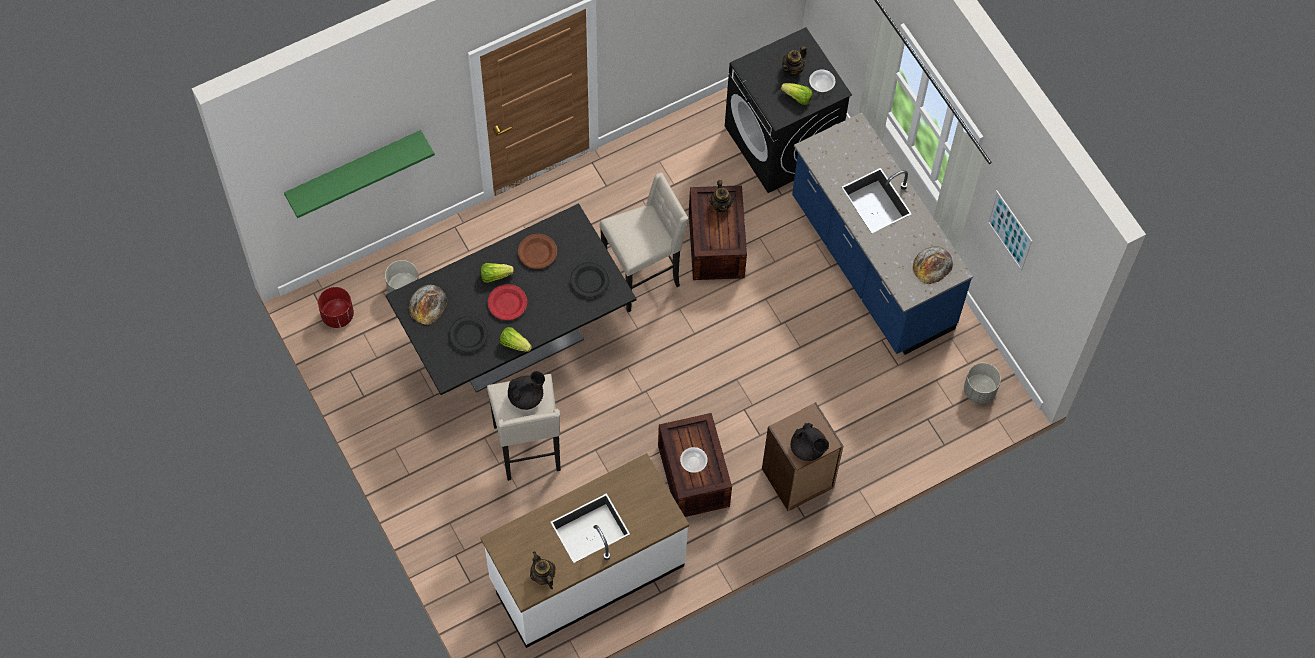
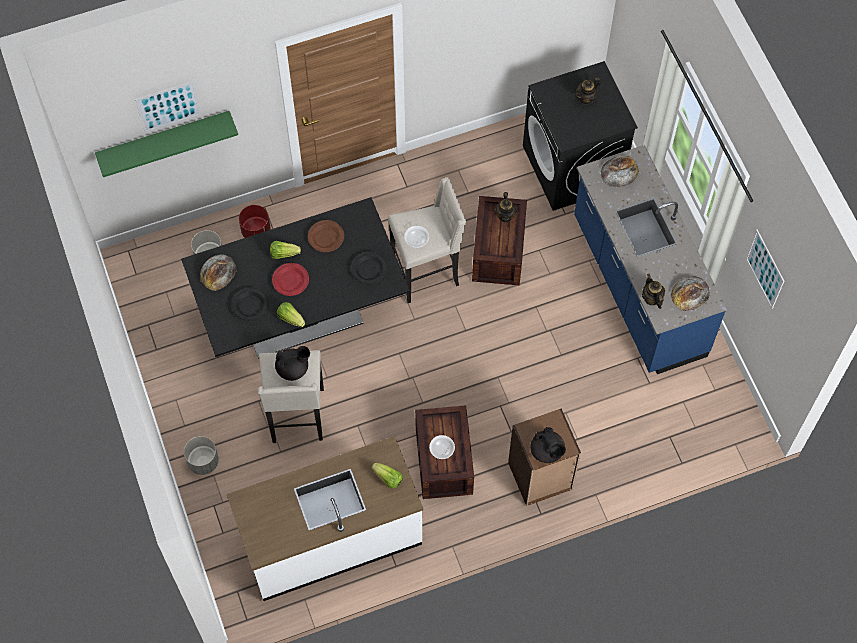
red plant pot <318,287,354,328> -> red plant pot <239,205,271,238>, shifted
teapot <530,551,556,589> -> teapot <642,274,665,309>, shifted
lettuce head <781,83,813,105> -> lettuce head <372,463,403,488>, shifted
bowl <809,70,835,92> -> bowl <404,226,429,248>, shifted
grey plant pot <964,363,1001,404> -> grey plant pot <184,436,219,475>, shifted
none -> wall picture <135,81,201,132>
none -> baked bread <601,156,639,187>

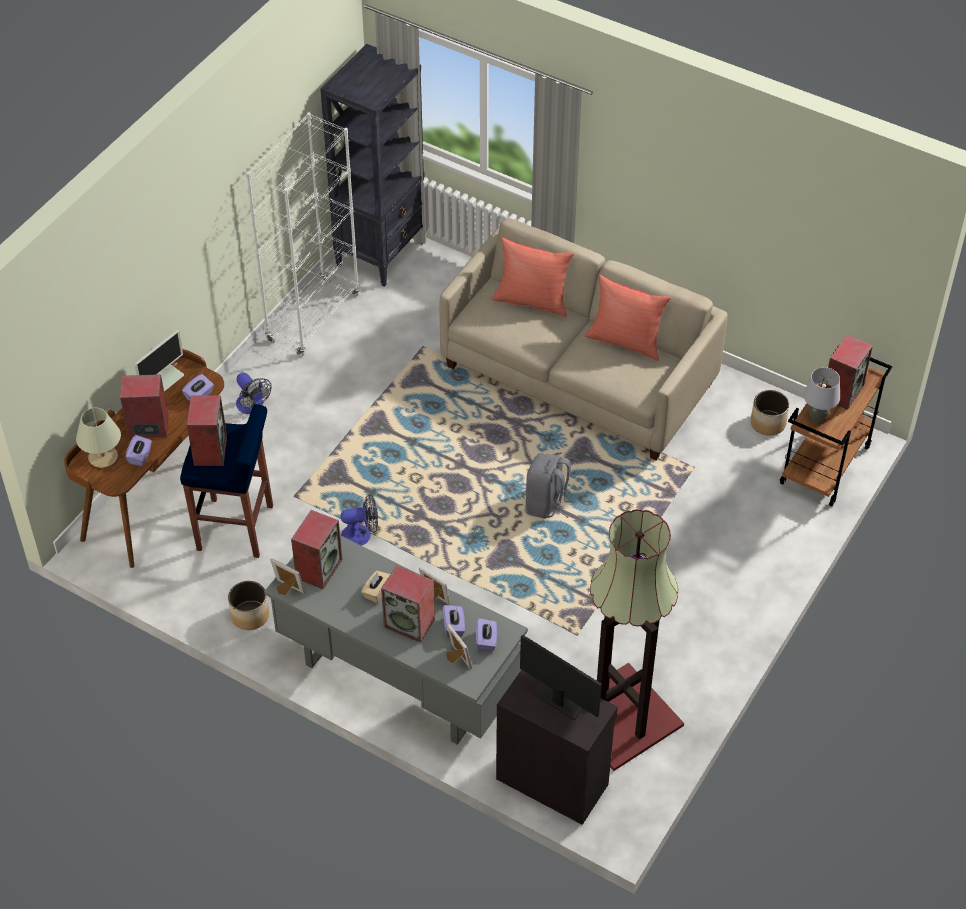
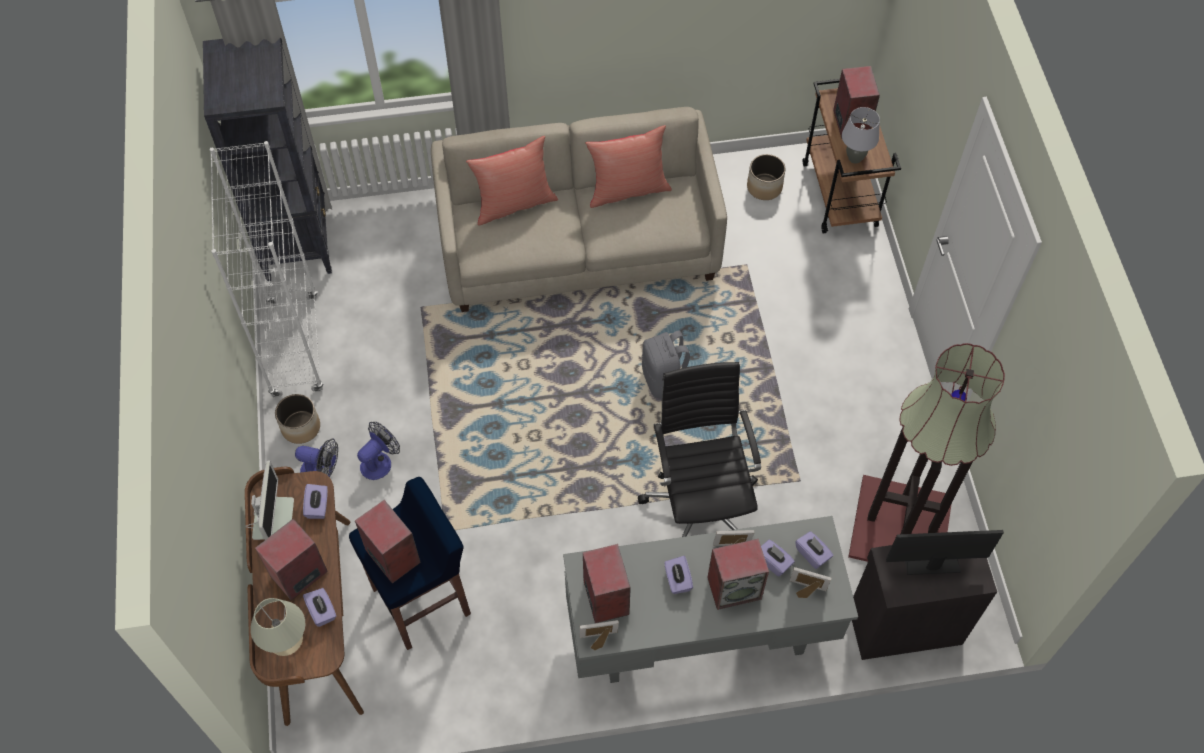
plant pot <228,581,269,630> -> plant pot <275,394,320,444>, shifted
electric fan <341,494,378,546> -> electric fan <357,422,400,480>, shifted
beige-coloured tissue box <361,571,390,603> -> purple-coloured tissue box <664,556,693,594>
none -> black-coloured office chair <638,362,761,537>

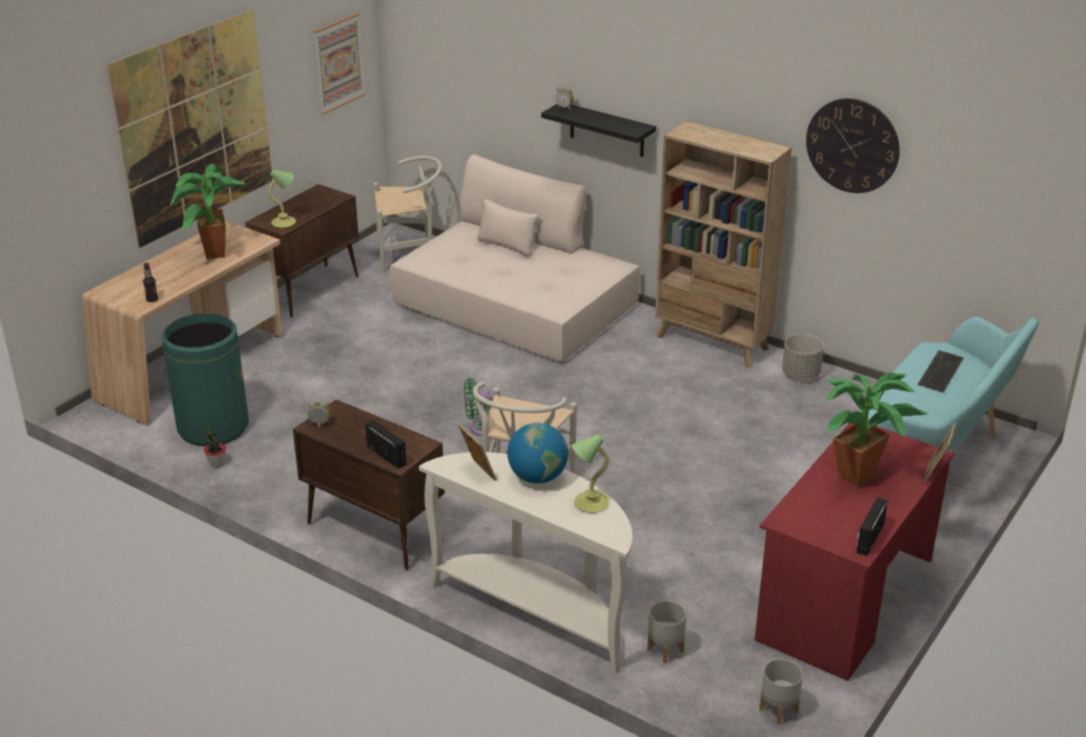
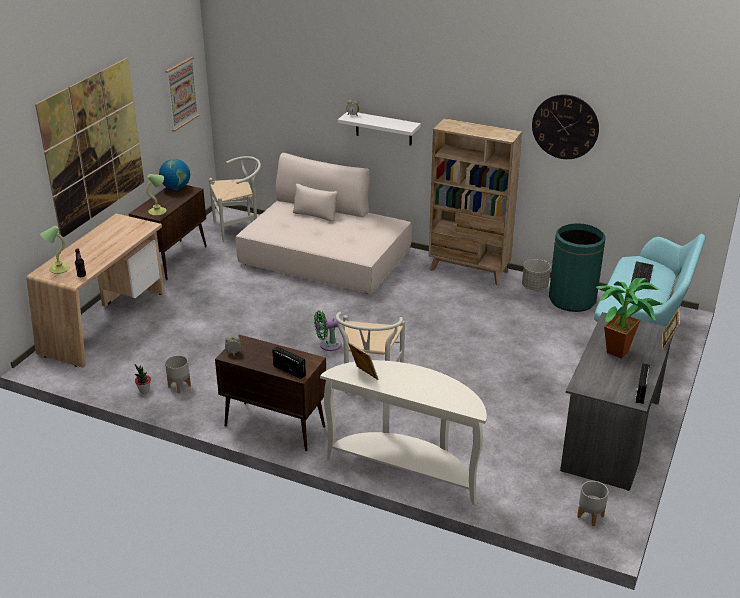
green-coloured waste bin <162,313,249,446> -> green-coloured waste bin <549,223,606,312>, shifted
potted plant <170,164,245,259> -> none
desk globe <507,423,568,484> -> desk globe <159,159,190,190>, shifted
black-coloured wall shelf <541,104,656,157> -> white wall shelf <338,112,421,145>
tabletop lamp <572,434,609,513> -> tabletop lamp <40,226,70,274>, shifted
grey plant pot <647,600,686,663> -> grey plant pot <165,355,191,393>, shifted
red desk unit <755,423,954,681> -> grey desk unit <560,312,673,491>

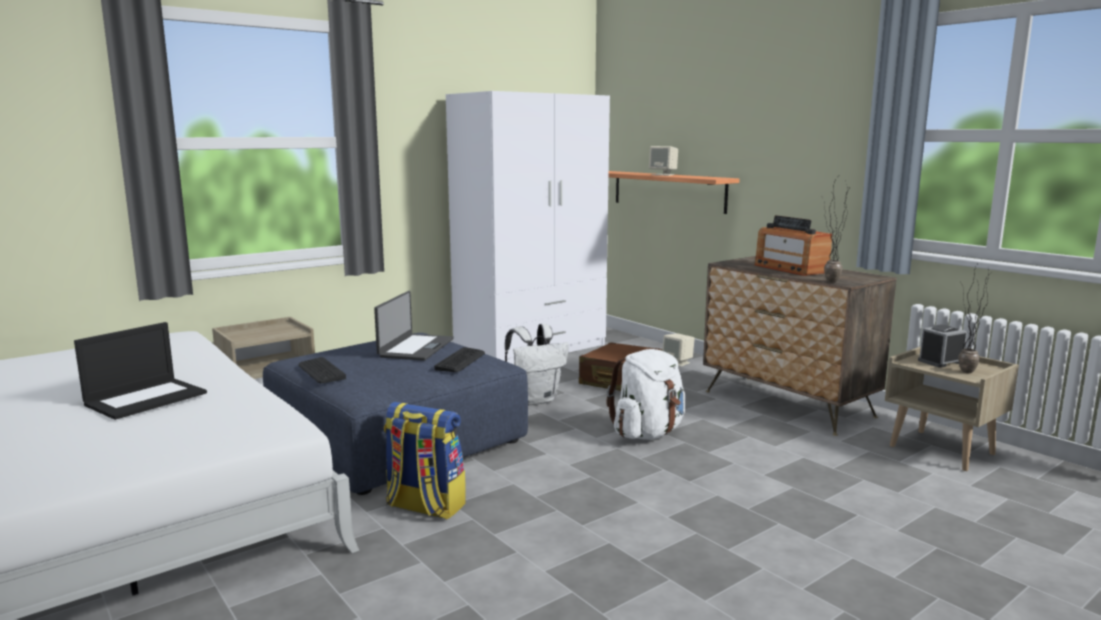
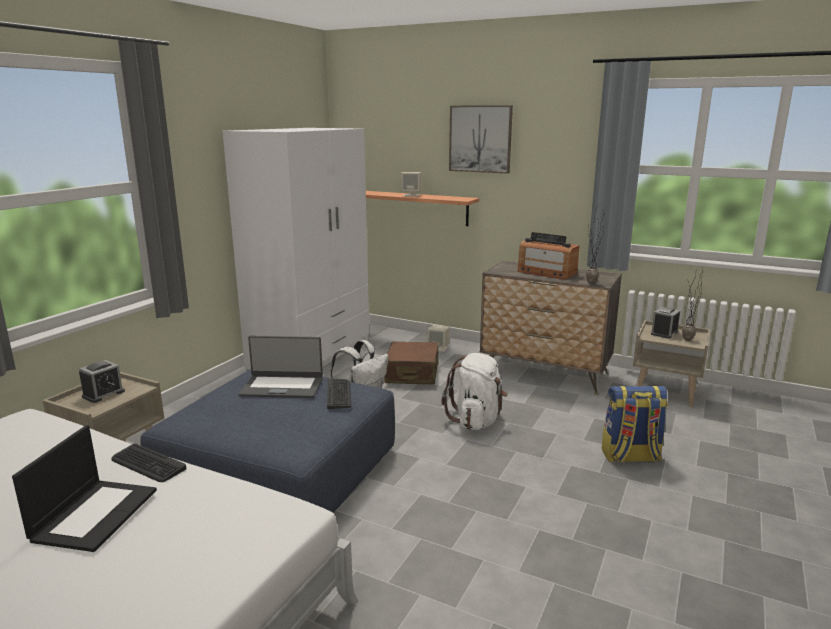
computer keyboard <298,357,346,383> -> computer keyboard <112,443,186,482>, shifted
portable computer <374,291,454,361> -> portable computer <239,336,323,398>, 105 degrees clockwise
knapsack <384,402,466,520> -> knapsack <602,386,668,462>, shifted
none -> bedside clock <79,360,125,403>
none -> wall picture <449,105,513,174>

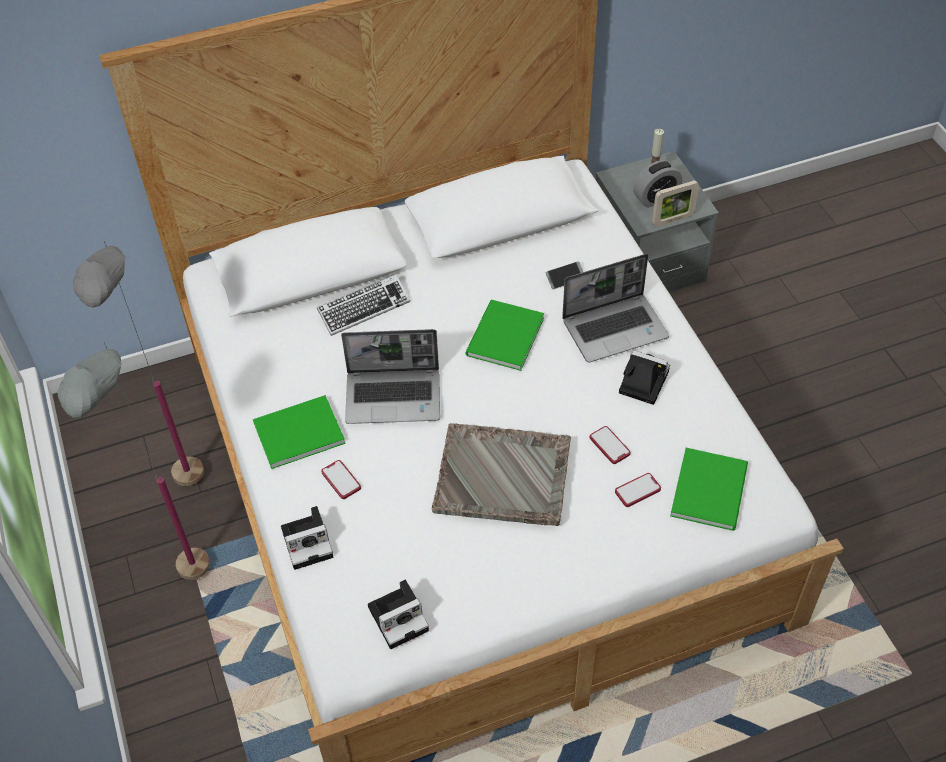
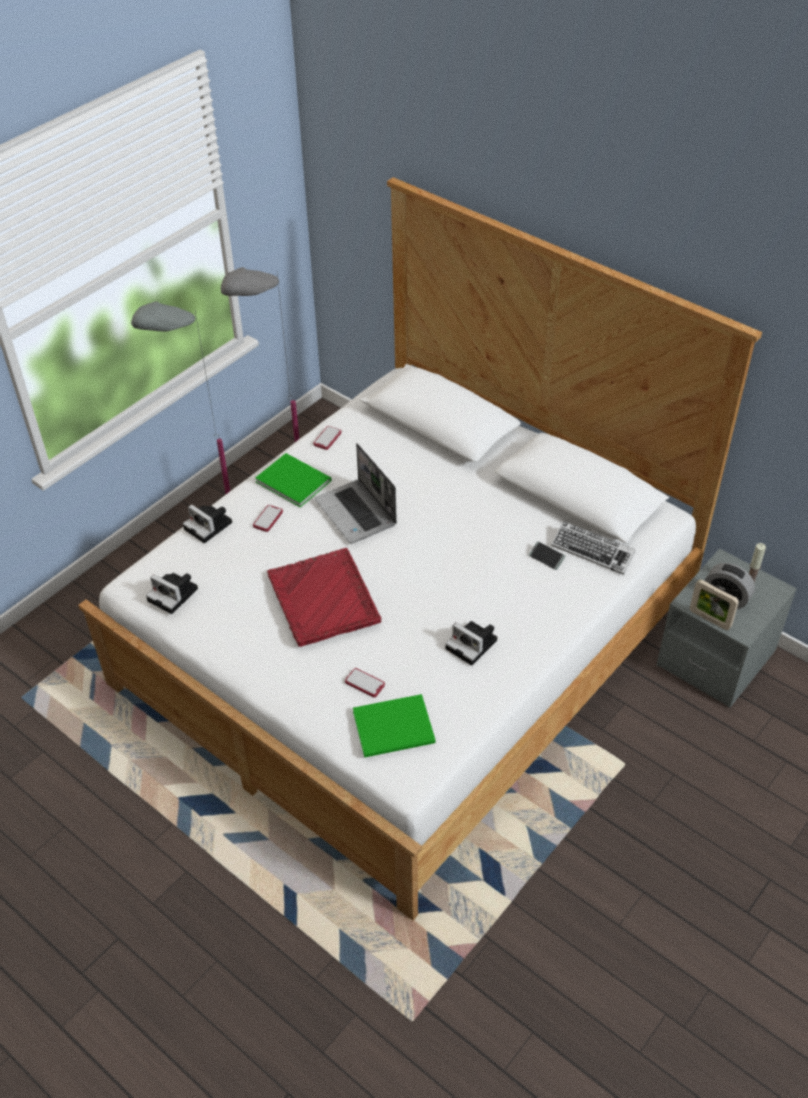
computer keyboard <317,274,410,336> -> computer keyboard <551,521,636,575>, shifted
grey carrying tray <432,423,571,526> -> red carrying tray <267,548,382,647>
green-coloured bound book <466,300,544,371> -> none
portable computer <562,254,669,362> -> none
phone <590,426,631,464> -> phone <314,426,341,450>, shifted
photo camera <619,350,670,405> -> photo camera <445,621,497,666>, 135 degrees clockwise

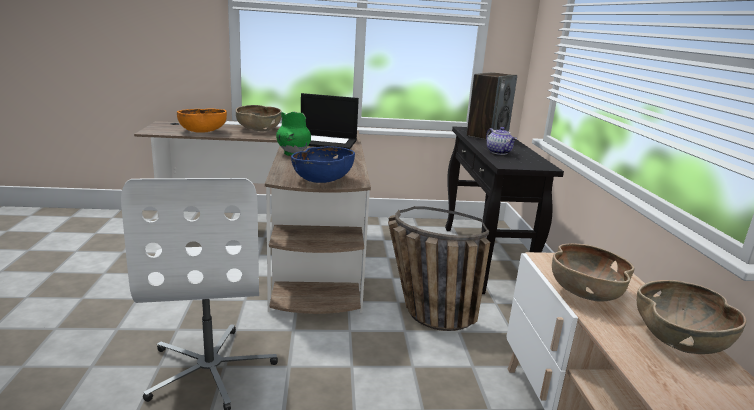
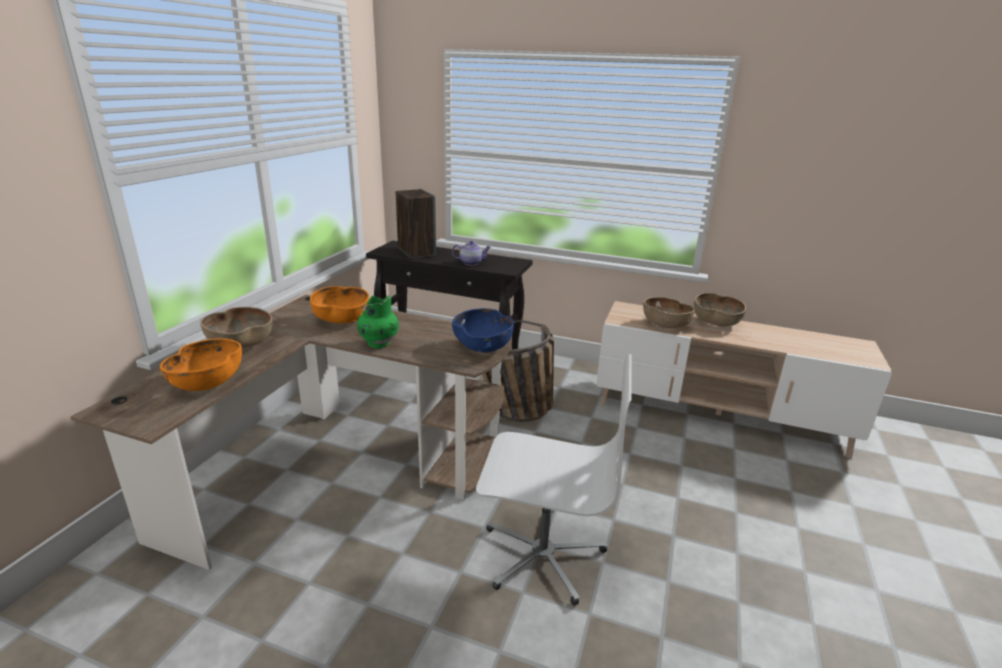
portable computer <301,93,359,149> -> orangey bowl <310,286,369,324>

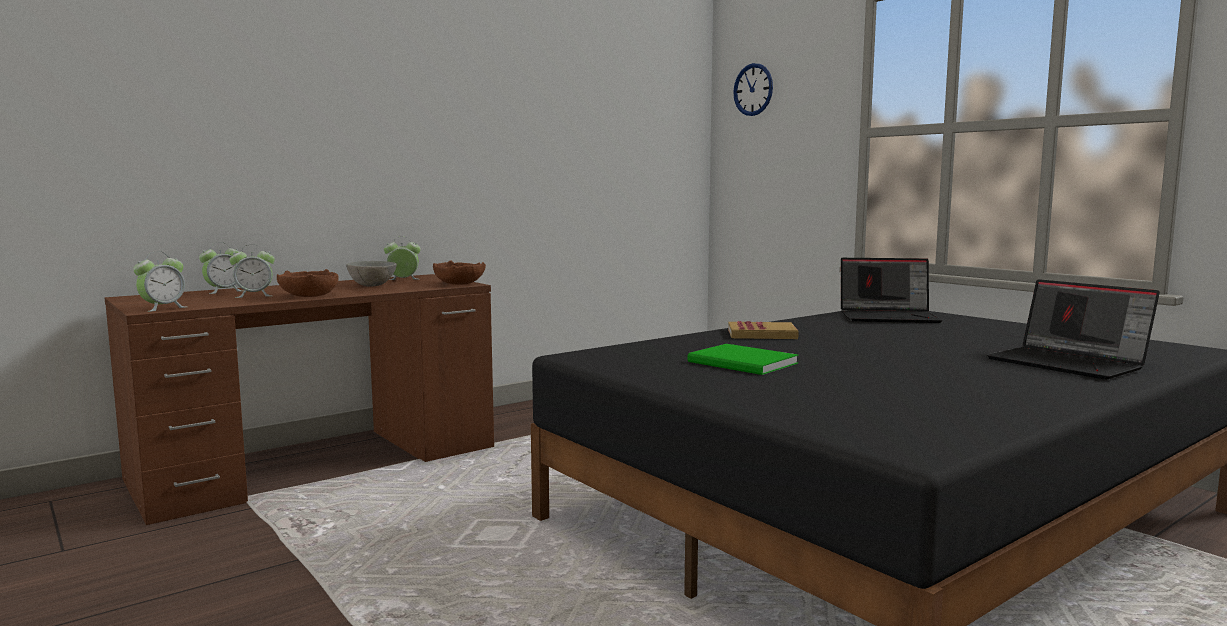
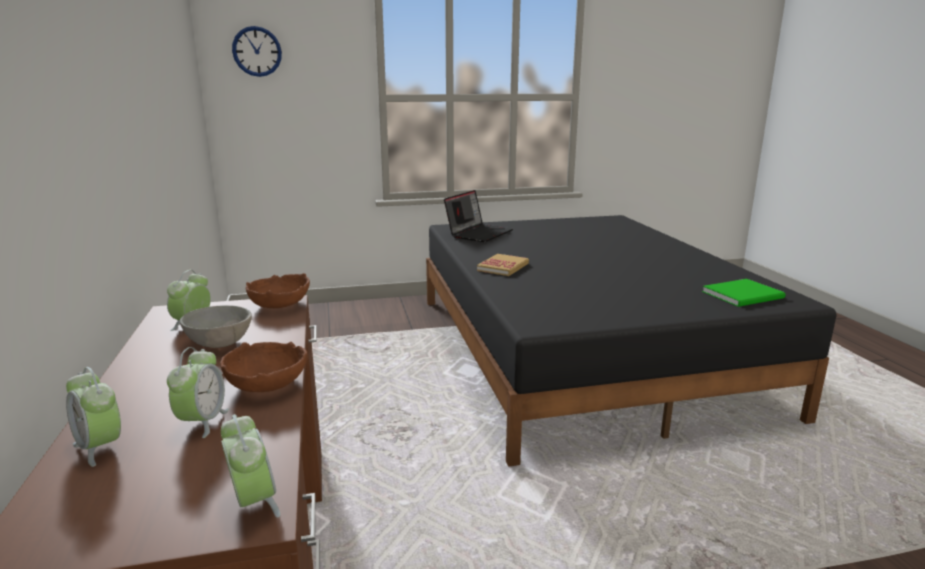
bedside clock <199,242,242,294> -> bedside clock <66,367,121,467>, 150 degrees clockwise
green-coloured bound book <687,344,798,375> -> green-coloured bound book <702,279,786,307>, shifted
portable computer <987,279,1160,379> -> none

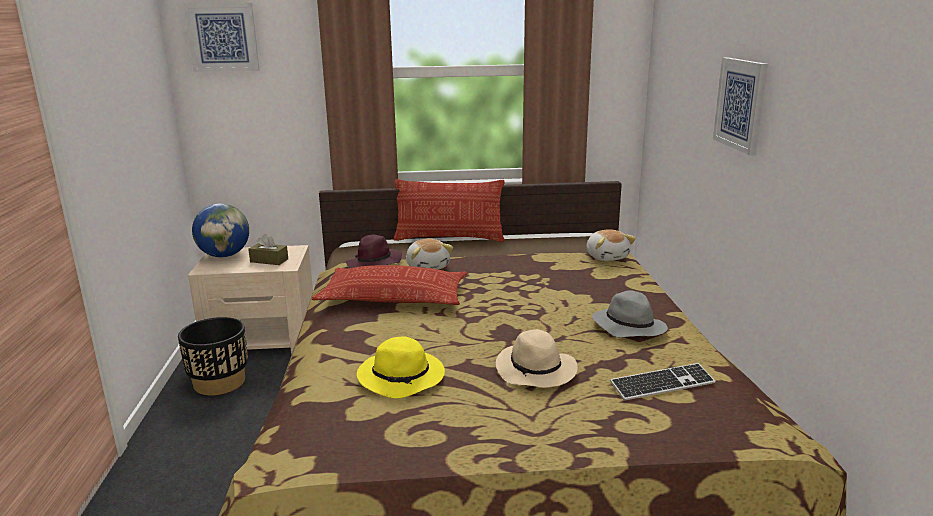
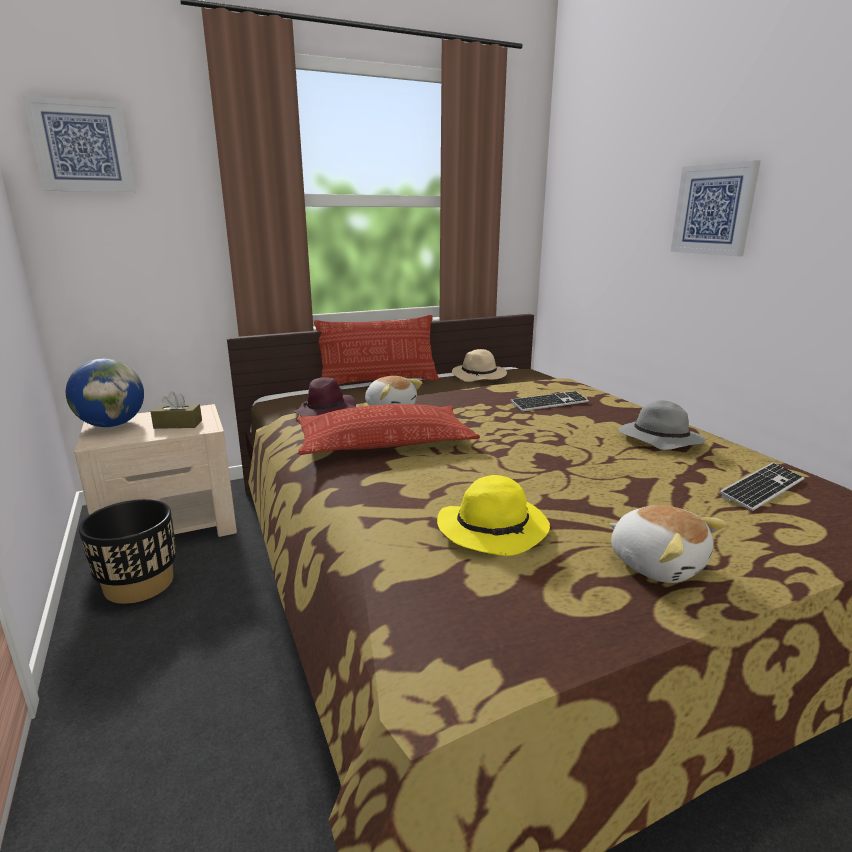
beige-coloured hat <496,329,578,388> -> beige-coloured hat <452,349,507,382>, shifted
soft toy <586,229,636,261> -> soft toy <610,505,727,583>, shifted
none -> computer keyboard <511,391,589,411>

